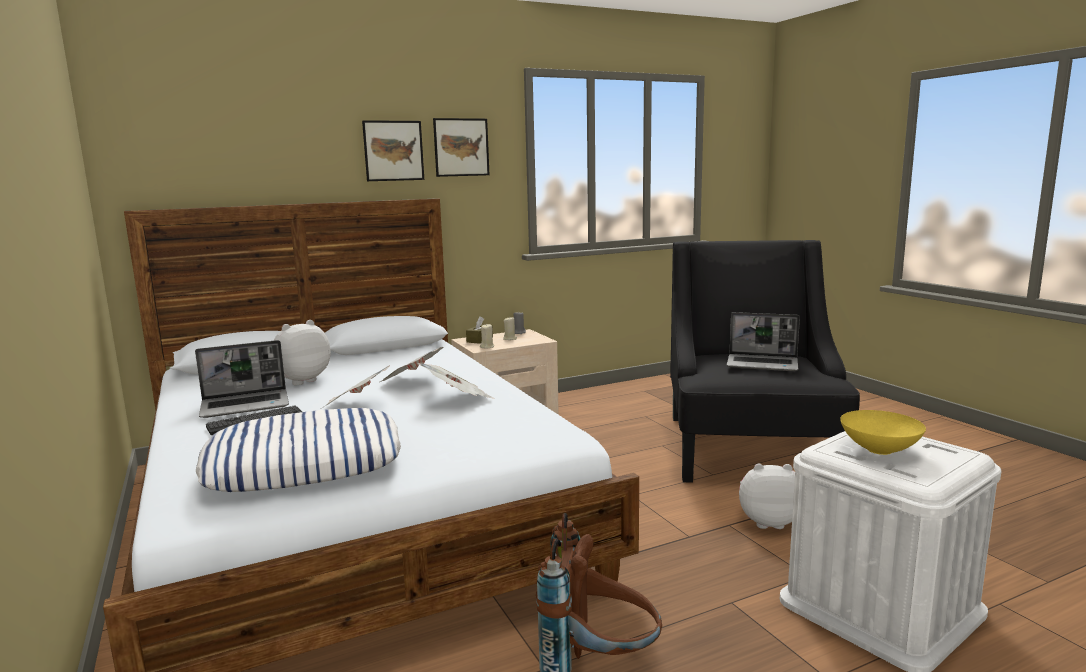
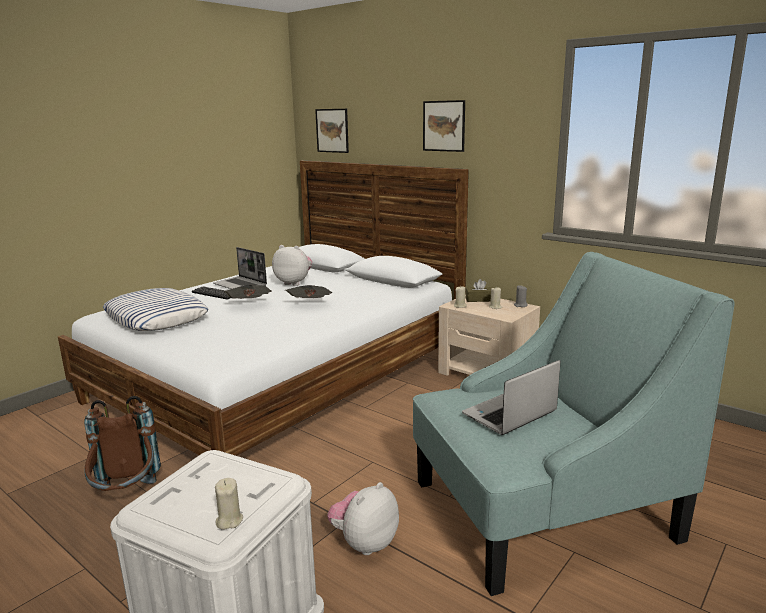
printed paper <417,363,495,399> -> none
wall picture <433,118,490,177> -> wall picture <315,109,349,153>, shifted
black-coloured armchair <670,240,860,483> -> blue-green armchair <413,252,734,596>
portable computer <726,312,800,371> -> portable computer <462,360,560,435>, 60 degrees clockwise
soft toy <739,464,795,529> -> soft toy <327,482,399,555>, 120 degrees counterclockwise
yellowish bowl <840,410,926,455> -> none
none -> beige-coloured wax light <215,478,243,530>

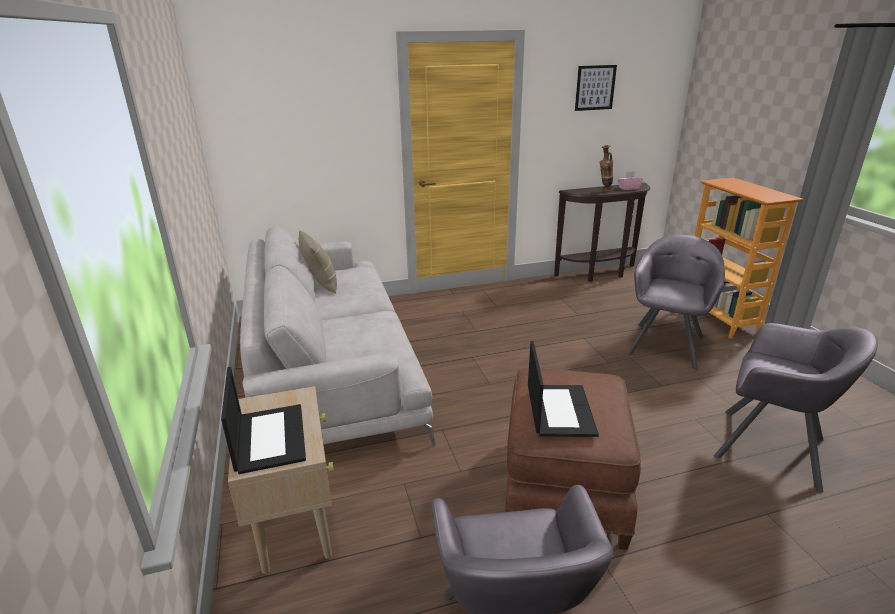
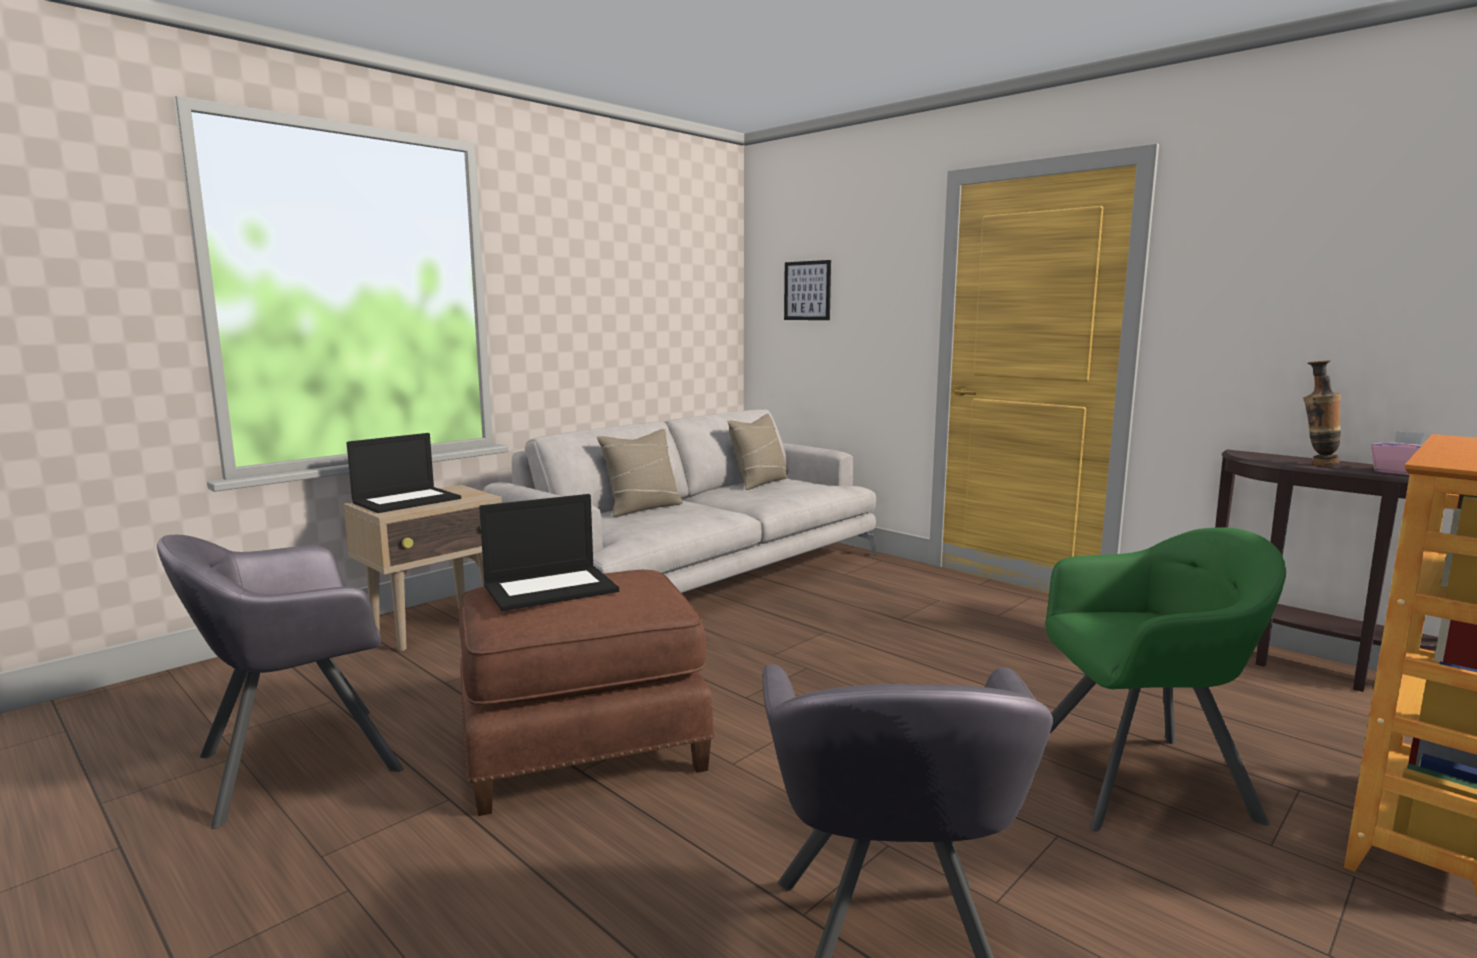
wall picture <575,65,617,111> -> wall picture <784,260,831,320>, shifted
grey armchair <627,235,725,370> -> green-coloured armchair <1046,527,1286,831>
none -> beige-coloured pillow <597,429,683,517>

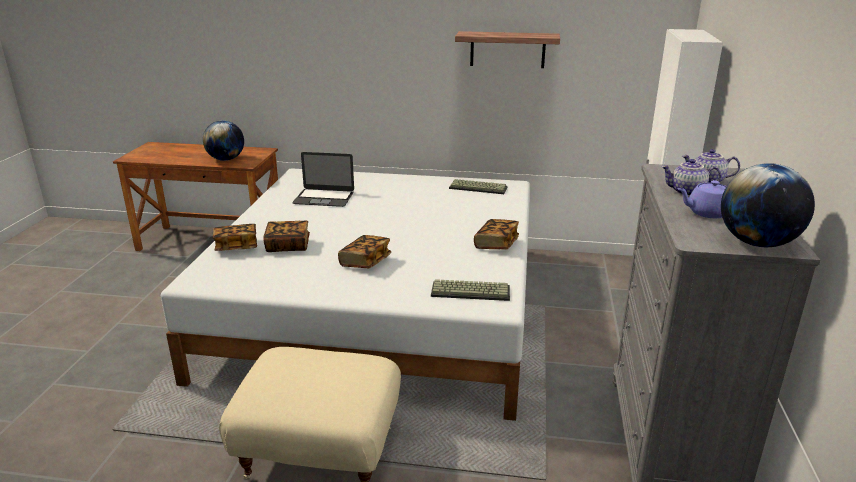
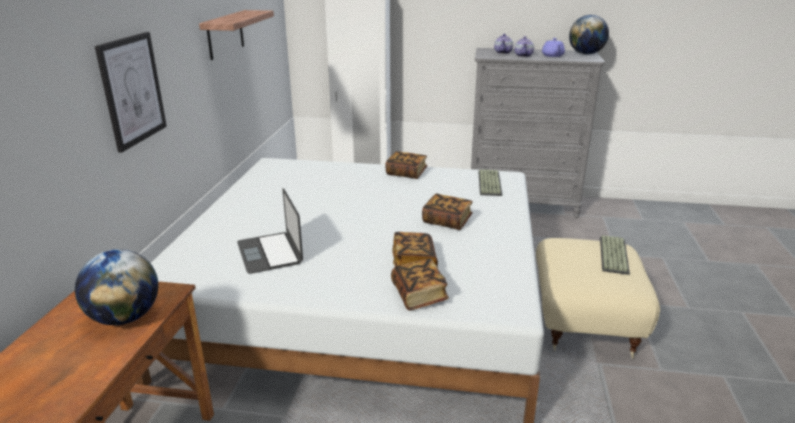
portable computer <292,152,354,207> -> portable computer <237,188,303,274>, 150 degrees clockwise
computer keyboard <449,179,508,194> -> computer keyboard <600,235,630,275>, shifted
none -> wall picture <95,32,167,153>

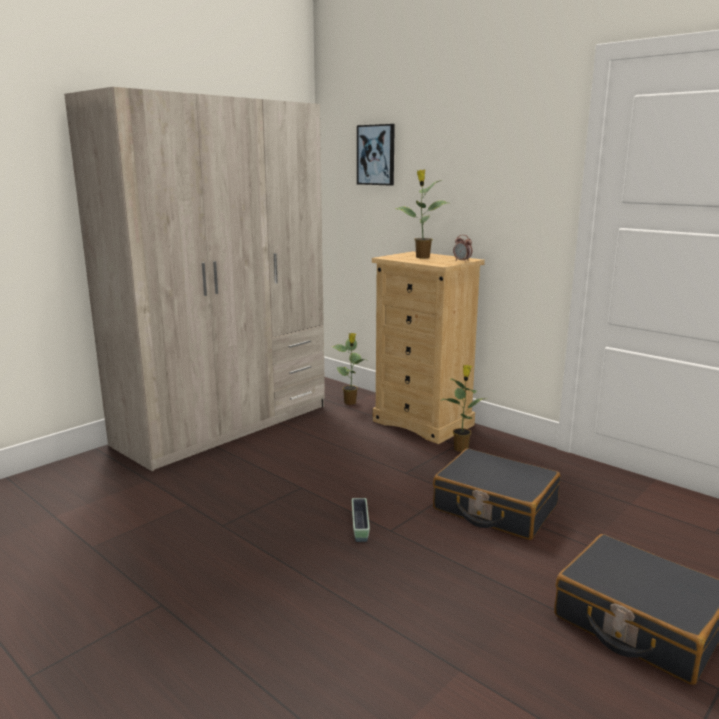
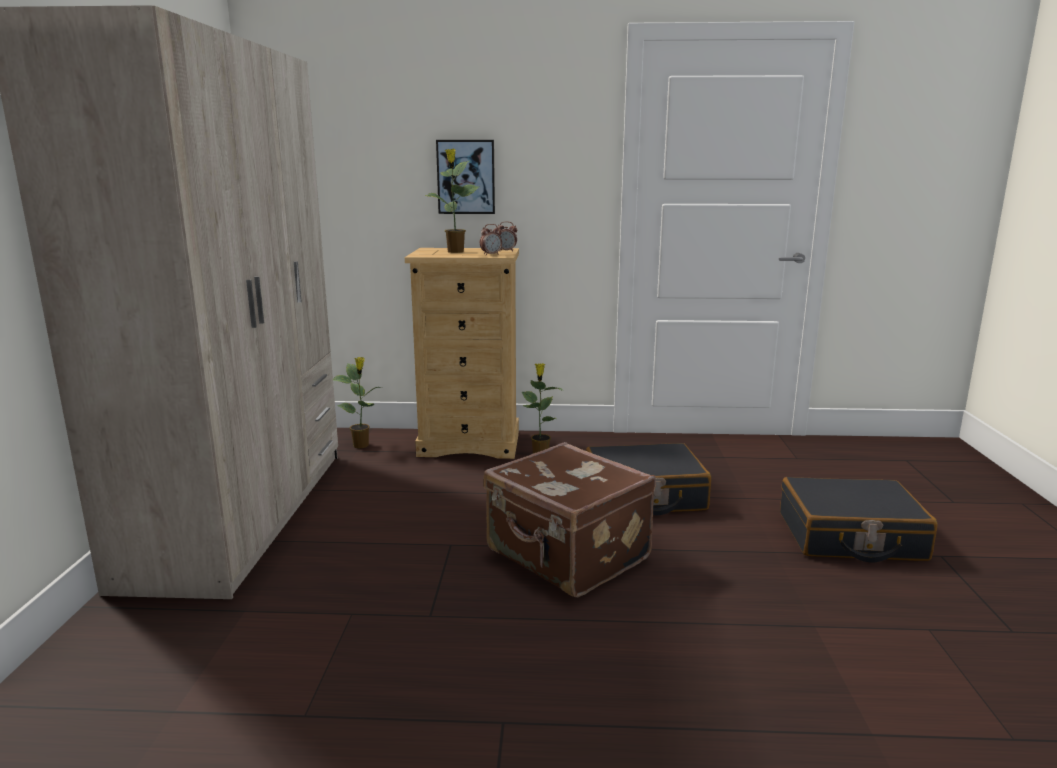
plant pot <352,498,370,542> -> brown-coloured travel case <483,442,656,597>
wall picture <357,124,395,186> -> wall picture <436,140,495,214>, shifted
none -> bedside clock <480,224,502,255>

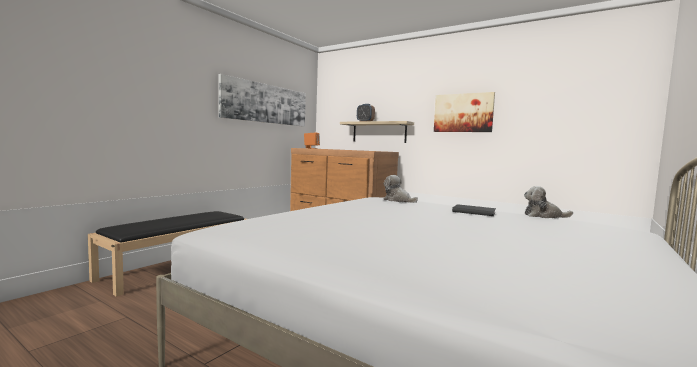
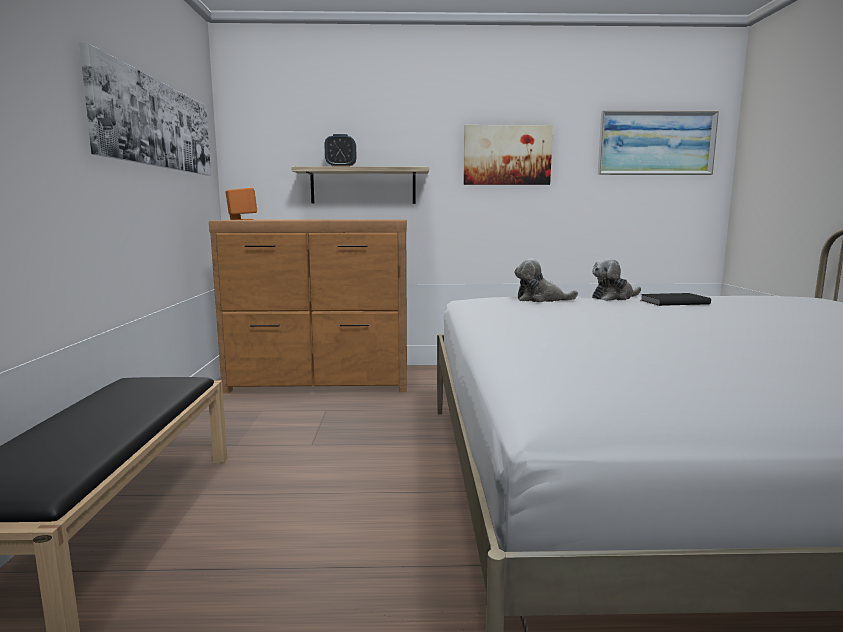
soft toy <524,186,573,218> -> soft toy <592,258,641,301>, shifted
none -> wall picture <598,110,719,175>

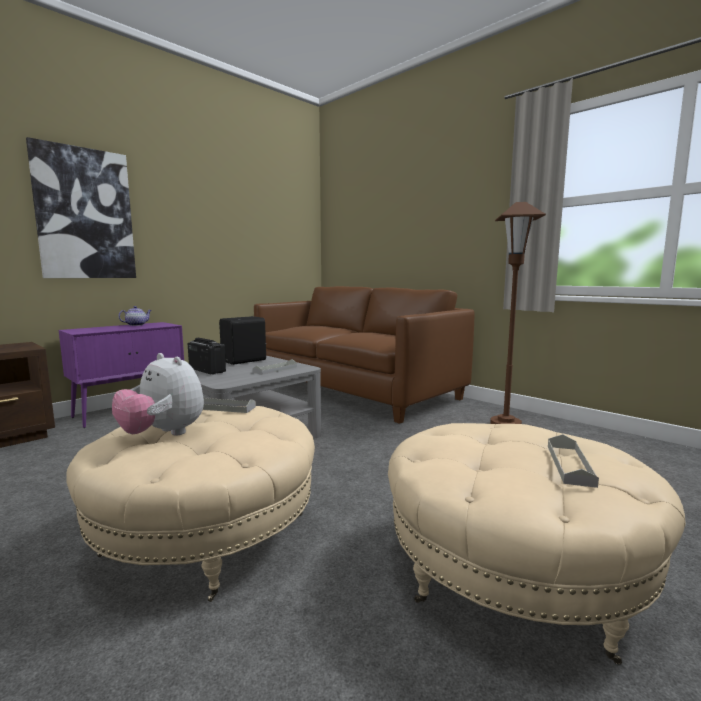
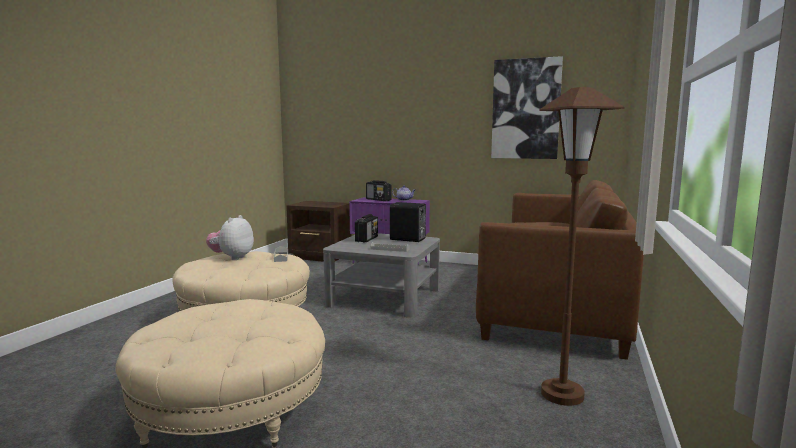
wall picture <26,137,136,278> -> wall picture <491,56,563,159>, shifted
grey carrying tray <548,434,599,488> -> none
none -> radio receiver <366,180,391,201>

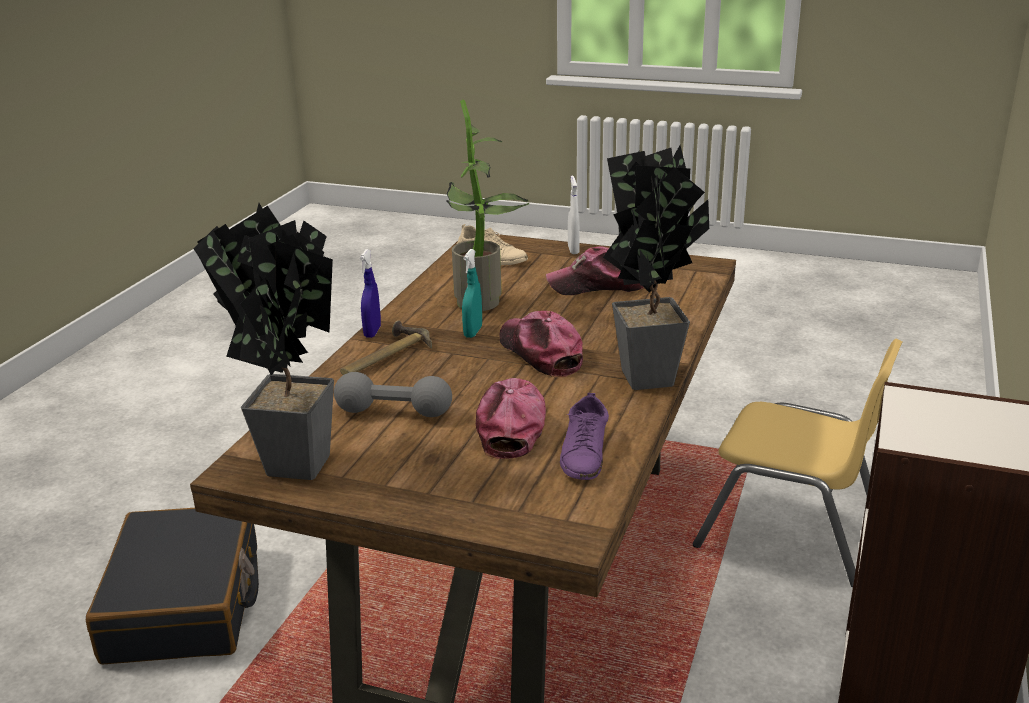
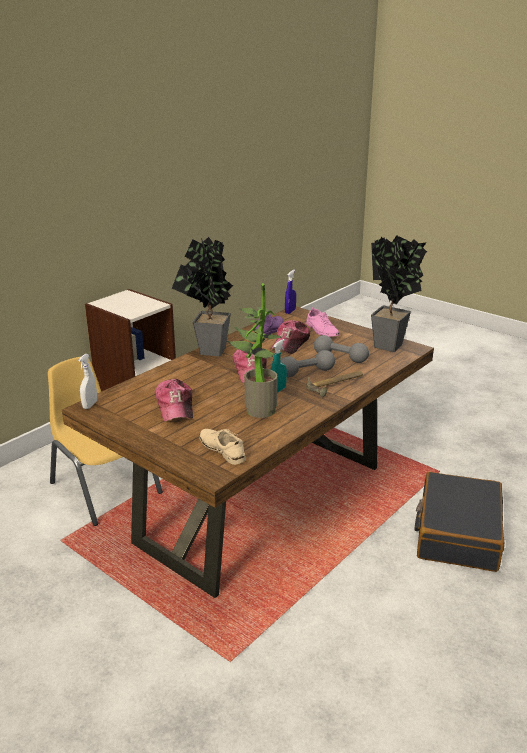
blue-coloured hand sprayer <360,249,381,338> -> blue-coloured hand sprayer <285,270,296,314>, shifted
cap <546,246,645,295> -> cap <155,379,193,422>, 60 degrees clockwise
white hand sprayer <568,175,580,254> -> white hand sprayer <78,354,97,409>, shifted
none -> grey free weight <280,350,335,377>
none -> pinkish shoe <306,307,339,337>

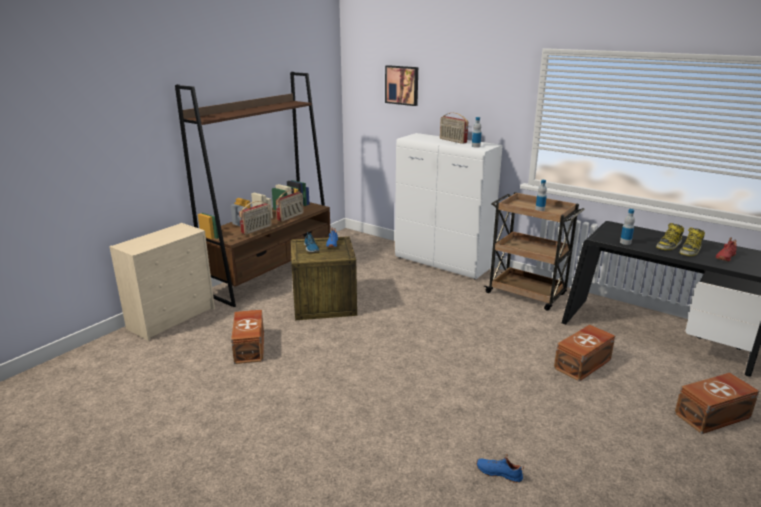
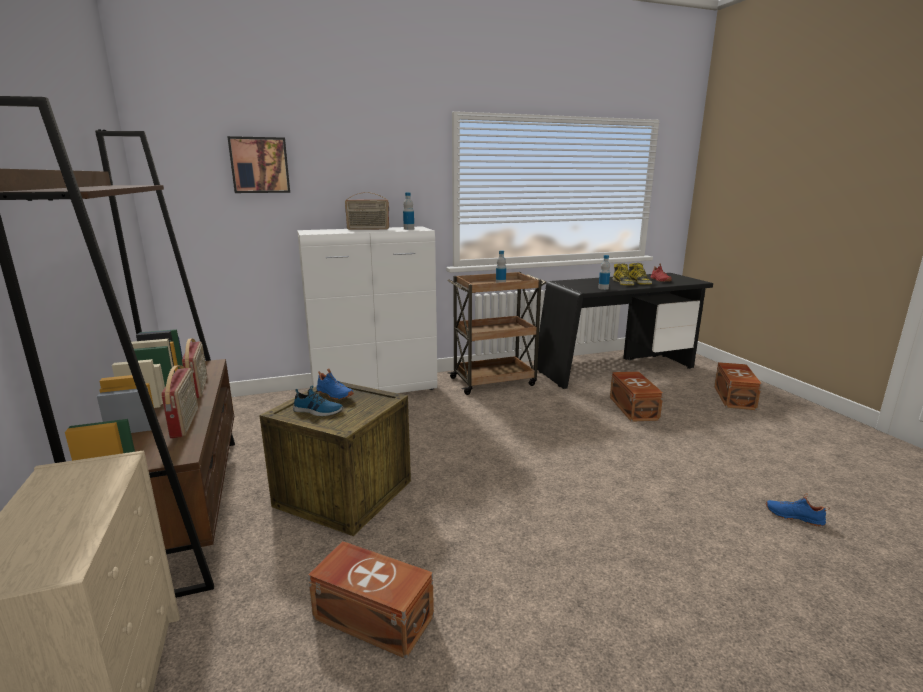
blue-coloured shoe <476,454,524,483> -> blue-coloured shoe <766,493,830,526>, 60 degrees clockwise

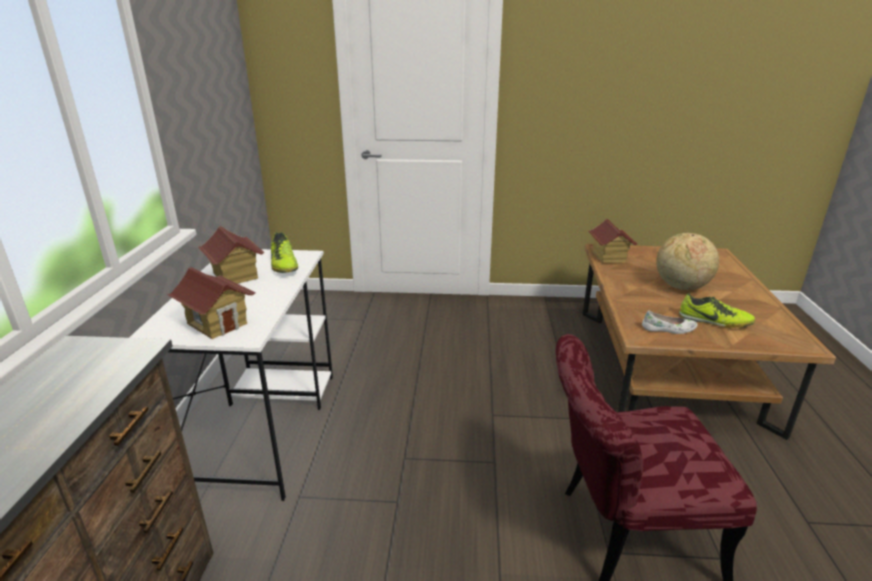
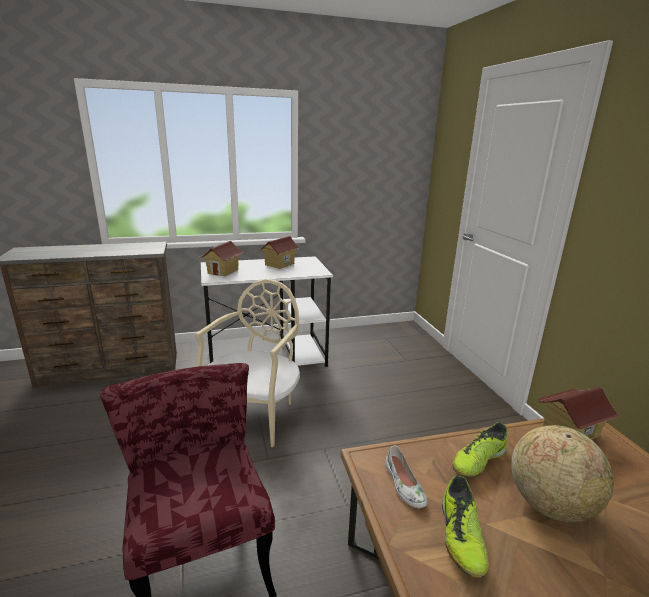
shoe <271,232,298,273> -> shoe <453,422,508,478>, shifted
none -> beige-coloured chair <195,279,300,447>

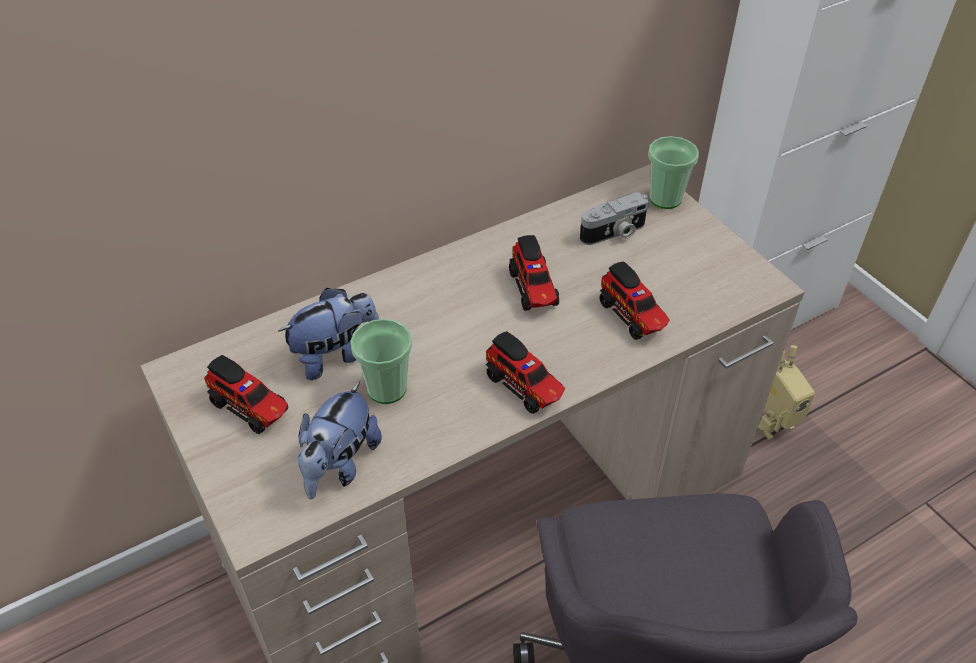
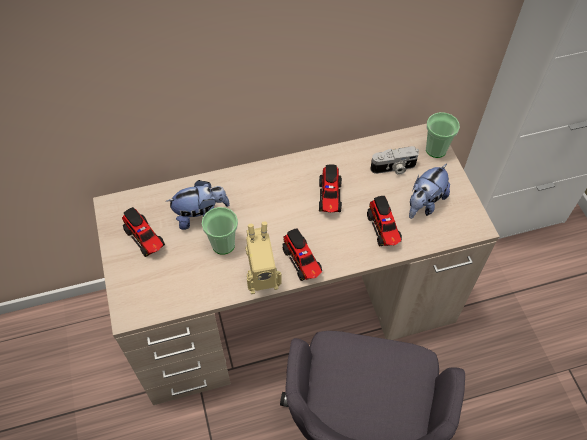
soft toy <298,382,382,499> -> soft toy <409,163,450,219>, shifted
model robot <758,345,815,440> -> model robot <246,222,282,294>, shifted

